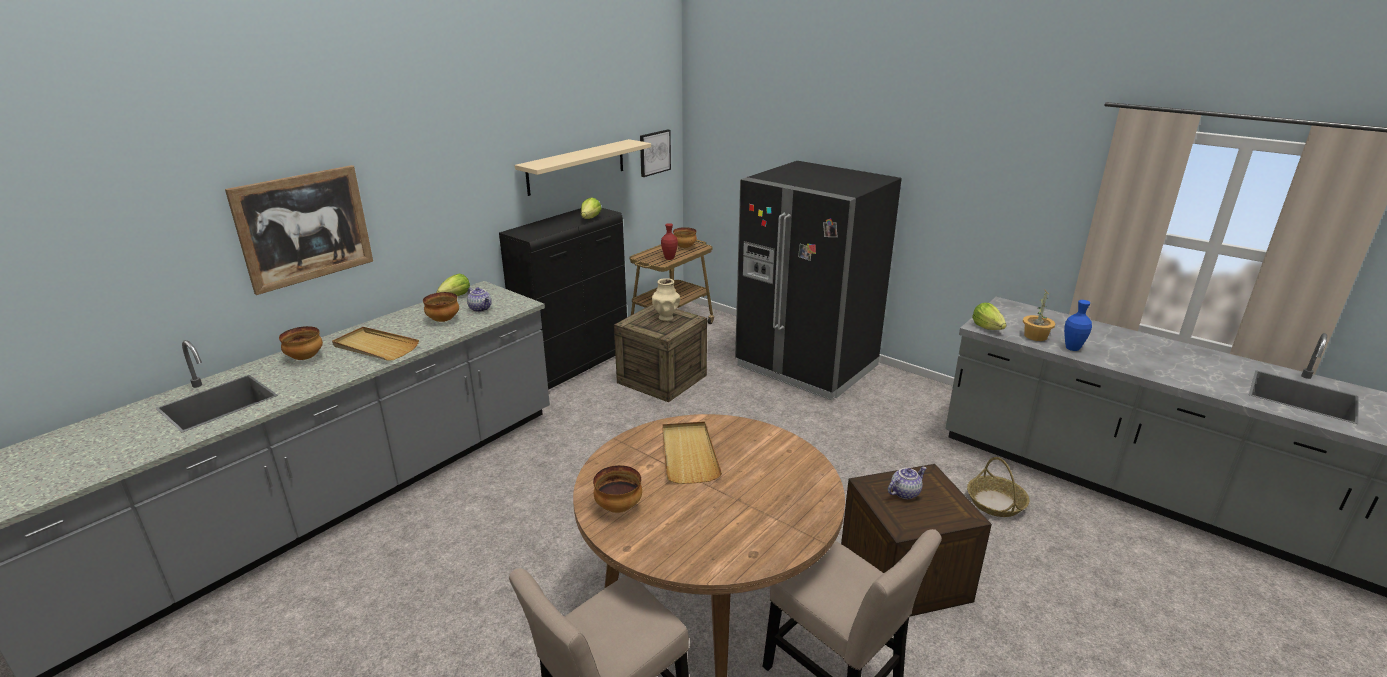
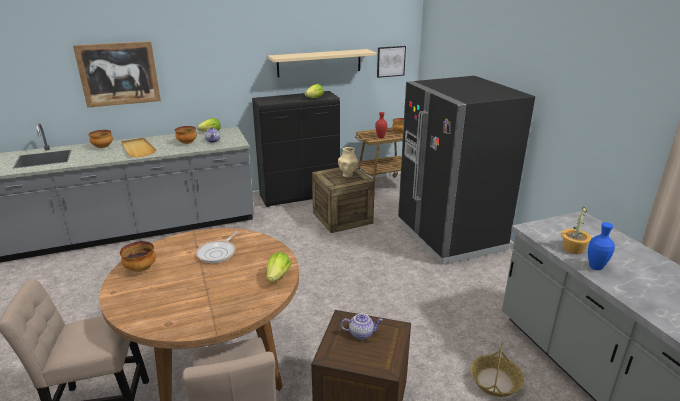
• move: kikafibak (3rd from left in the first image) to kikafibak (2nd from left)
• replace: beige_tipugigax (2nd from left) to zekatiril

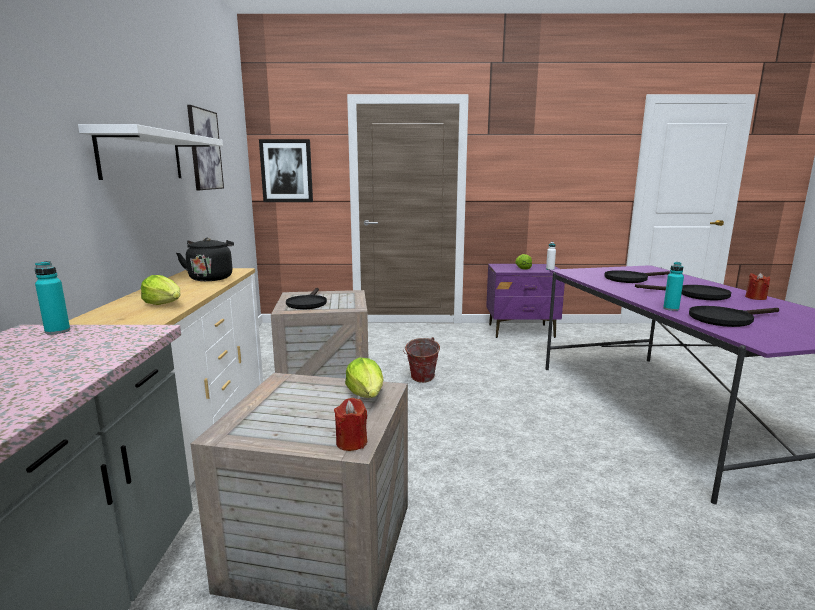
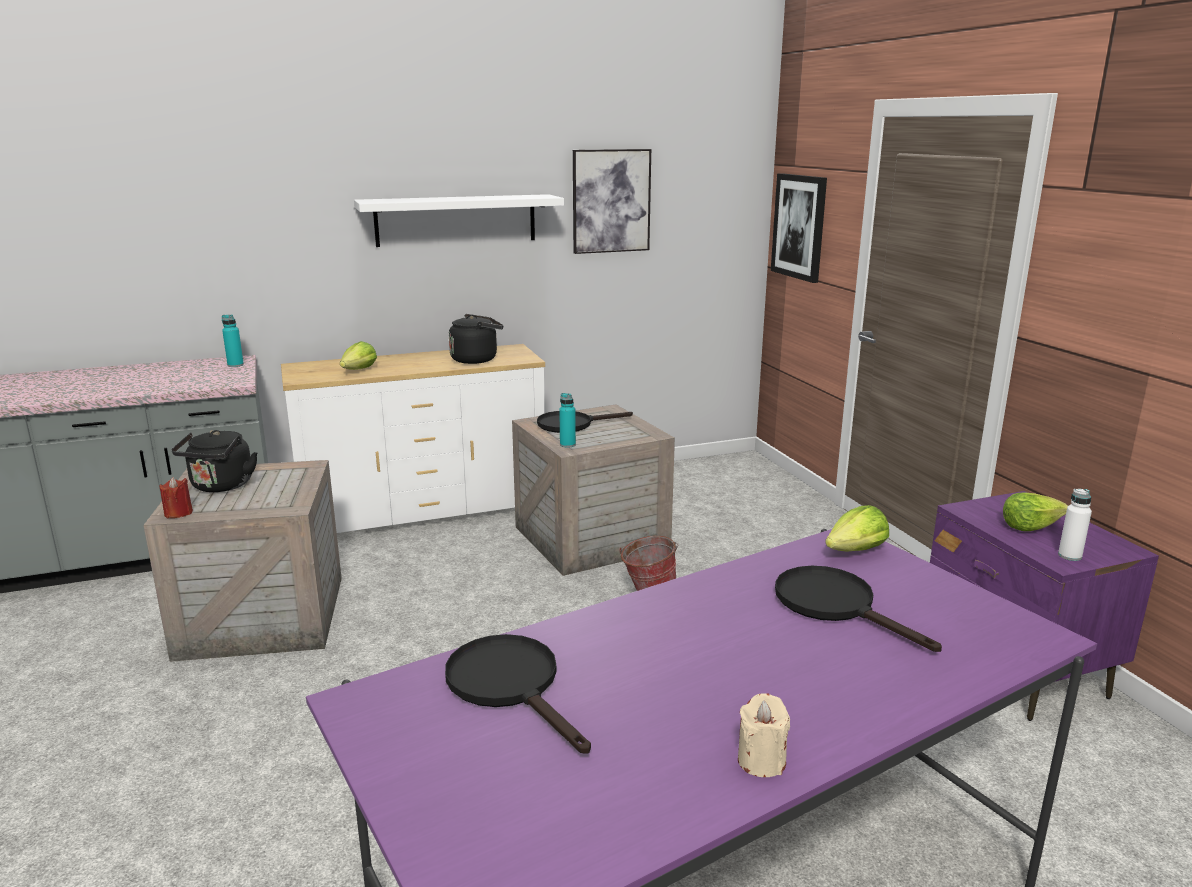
• move: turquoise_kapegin (2nd from left)
• recolor: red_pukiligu (2nd from left) to beige_pukiligu
• delete: black_zekatiril (3rd from left)
• move: kikafibak (2nd from left)
• insert: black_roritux (1st from left)

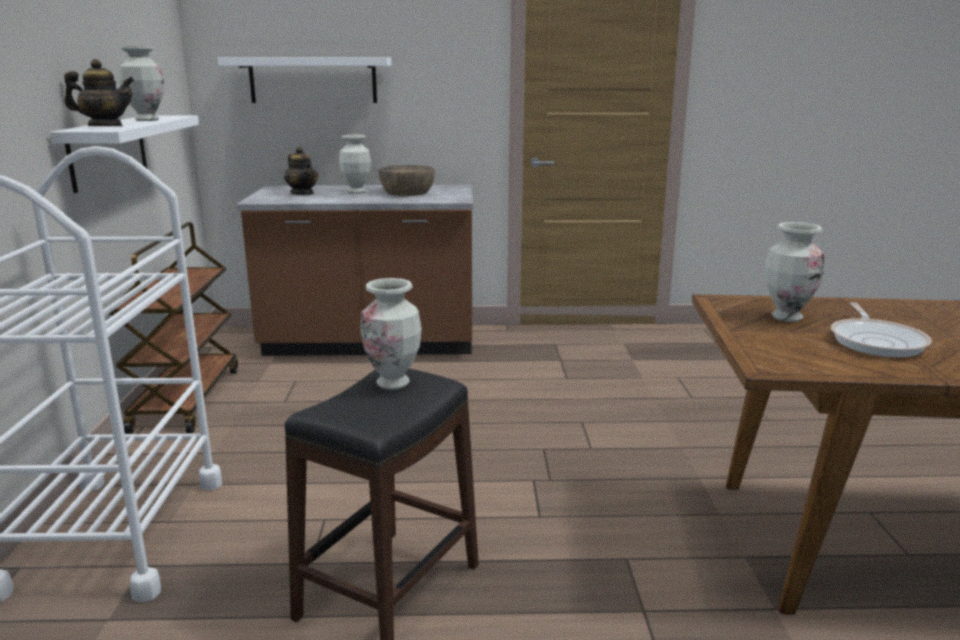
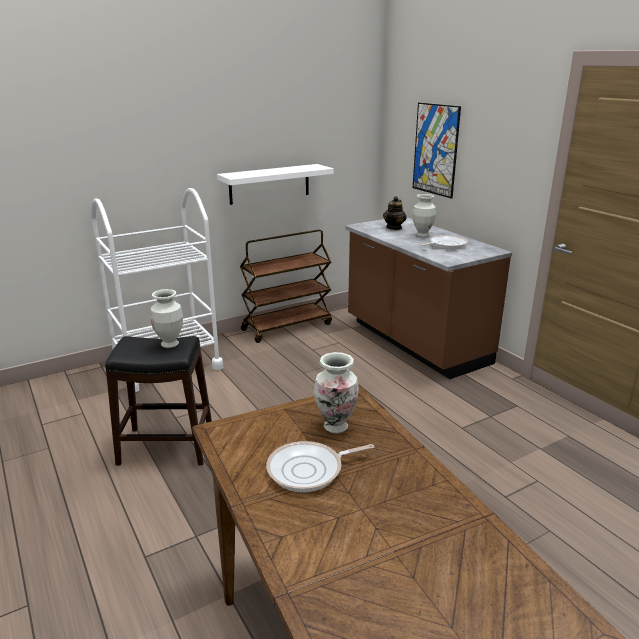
• delete: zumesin (1st from left)
• replace: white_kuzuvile (2nd from left) to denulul
• delete: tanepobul (1st from left)
• replace: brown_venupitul to zekatiril (2nd from left)

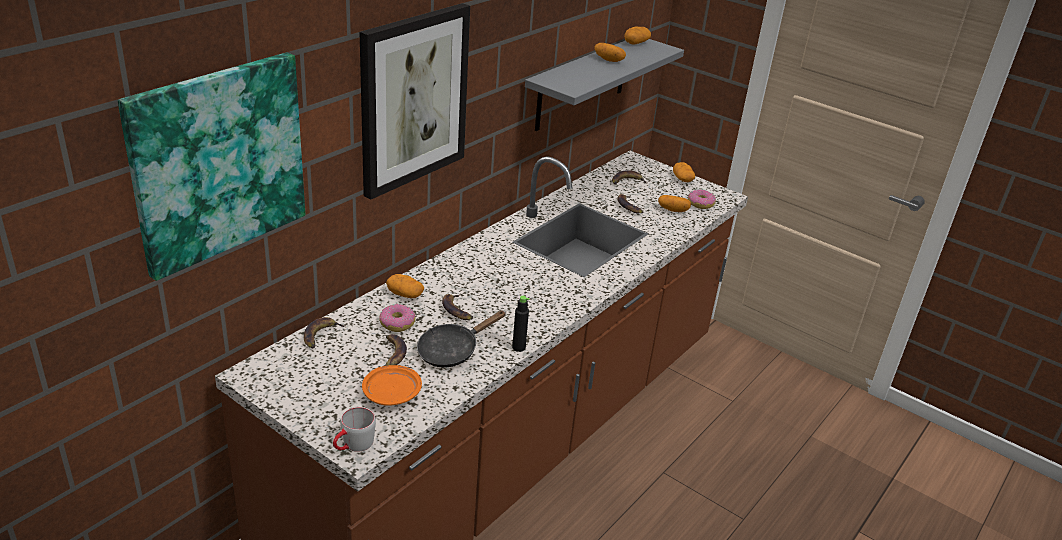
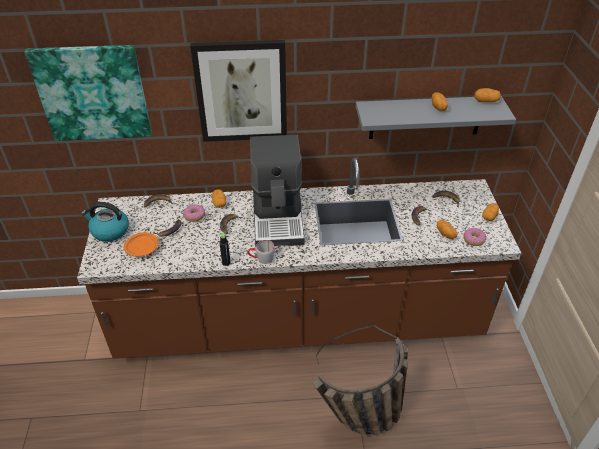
• delete: black_zekatiril
• move: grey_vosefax
• insert: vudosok
• insert: roritux
• insert: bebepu

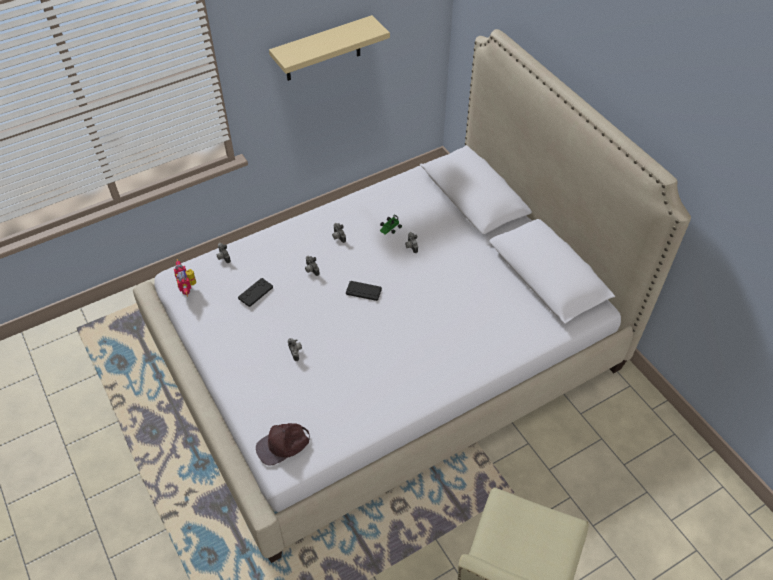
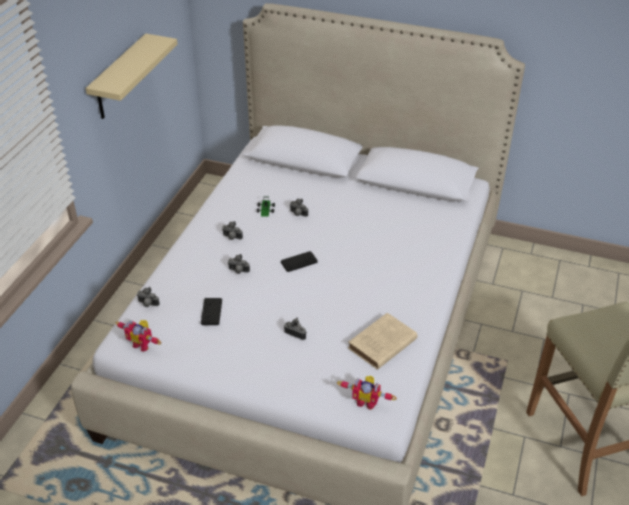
• replace: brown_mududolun to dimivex (2nd from left)
• insert: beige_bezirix

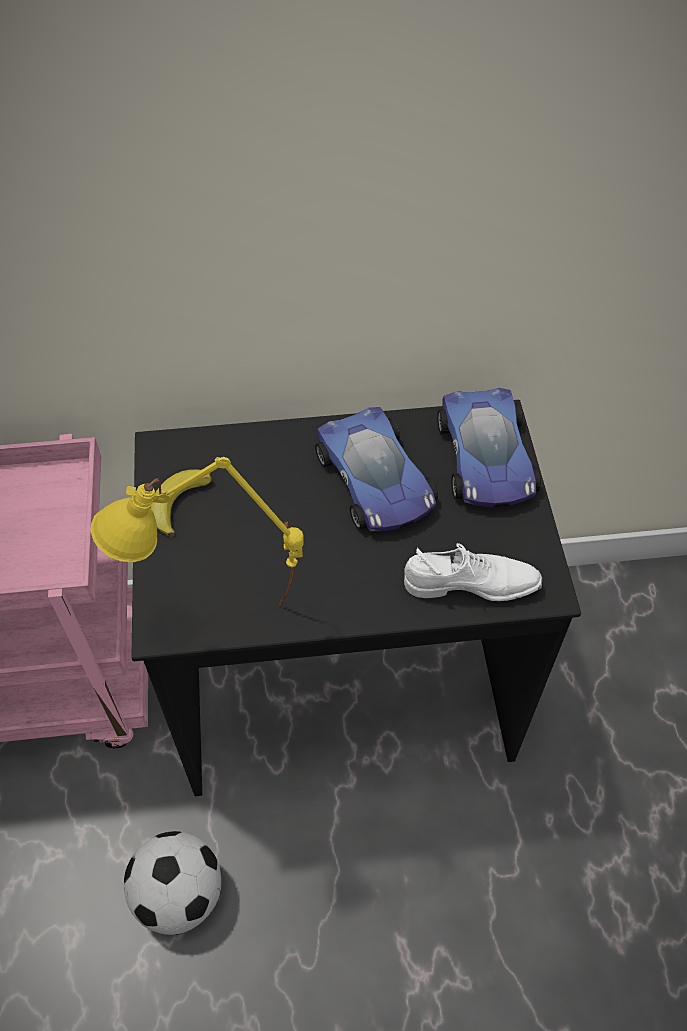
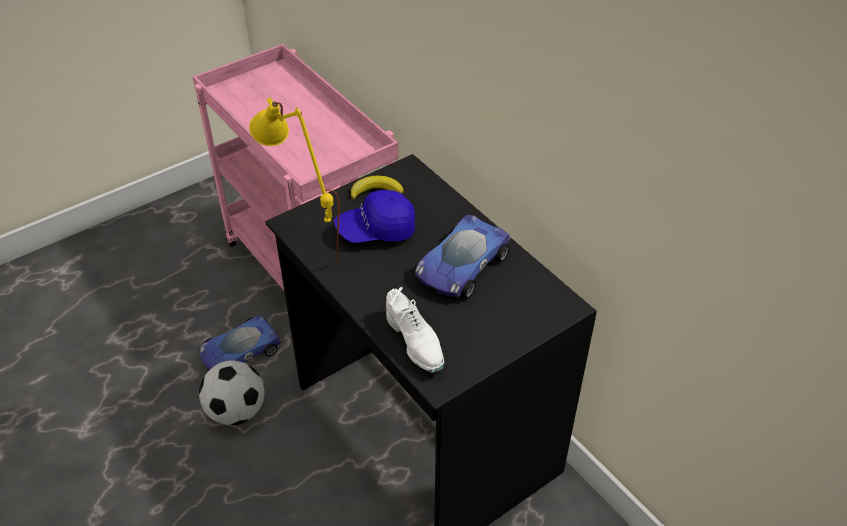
• move: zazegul (2nd from left in the first image) to zazegul (1st from left)
• insert: blue_mududolun

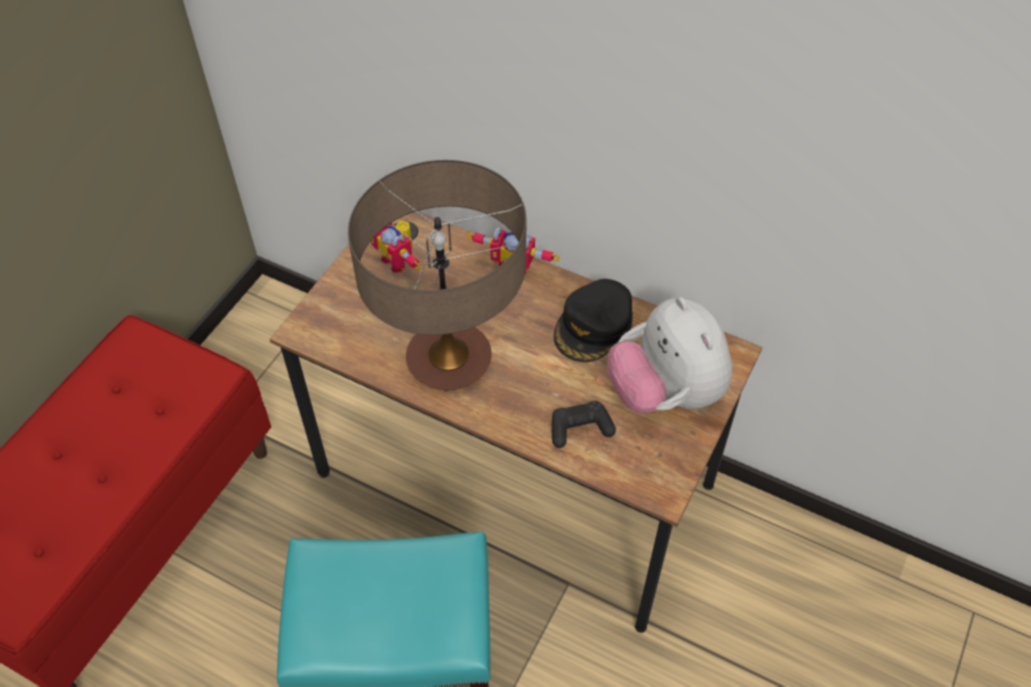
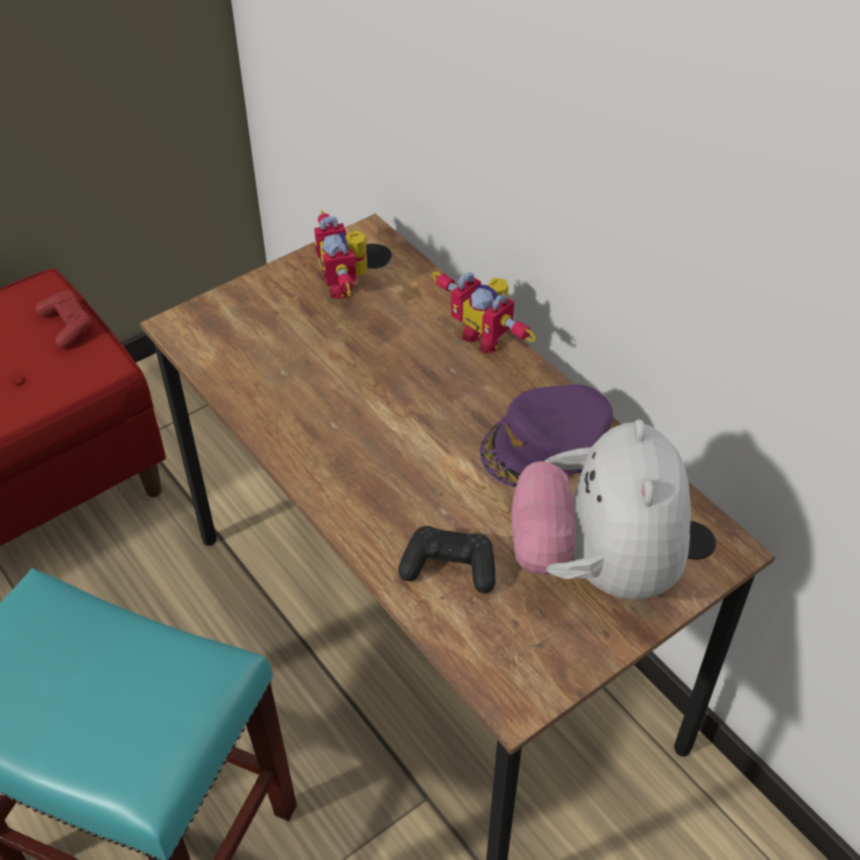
• delete: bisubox
• recolor: black_mududolun to purple_mududolun
• insert: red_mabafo

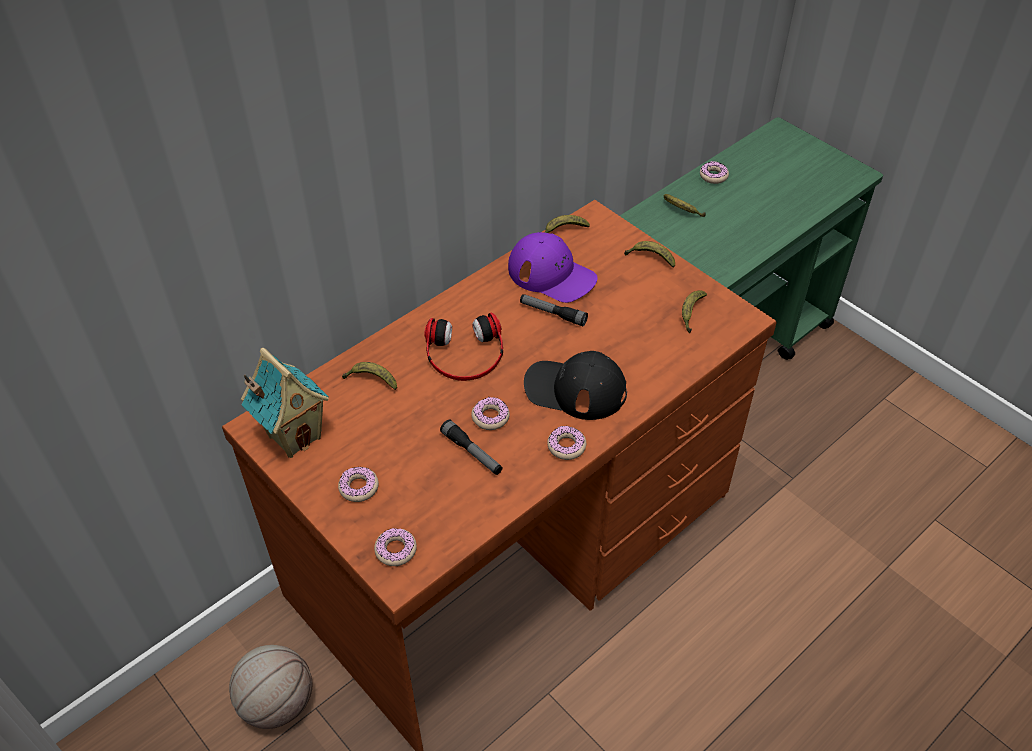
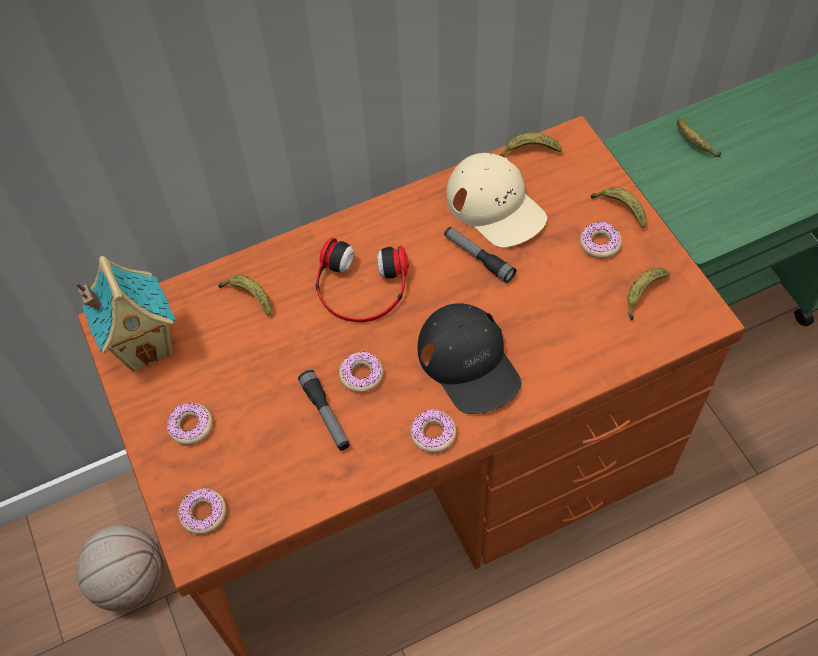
• move: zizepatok (5th from left)
• recolor: purple_mududolun to beige_mududolun
• rotate: black_mududolun 150 degrees counterclockwise

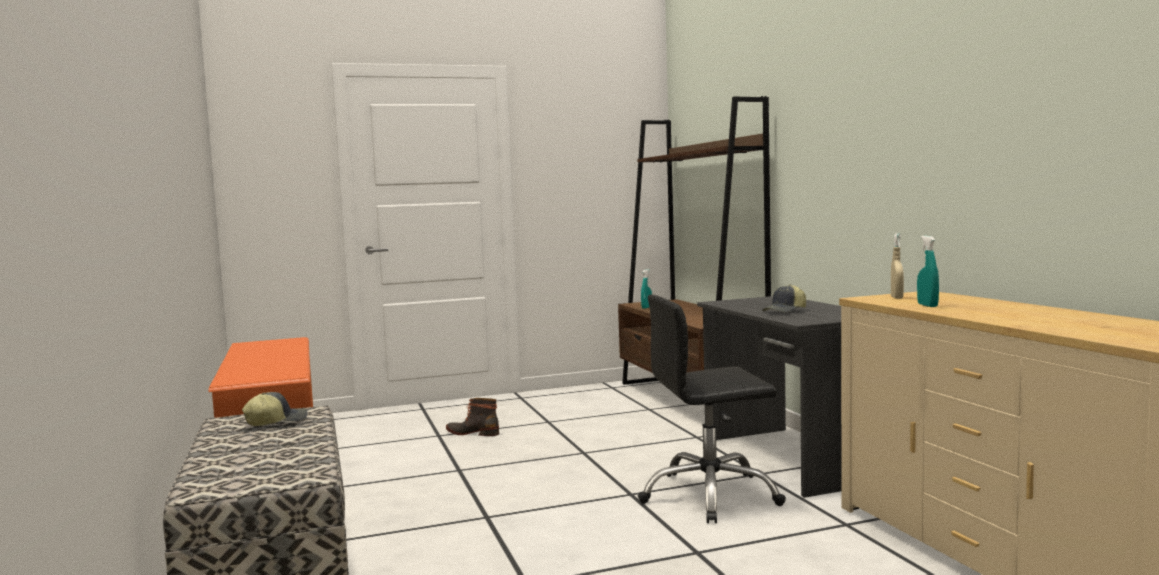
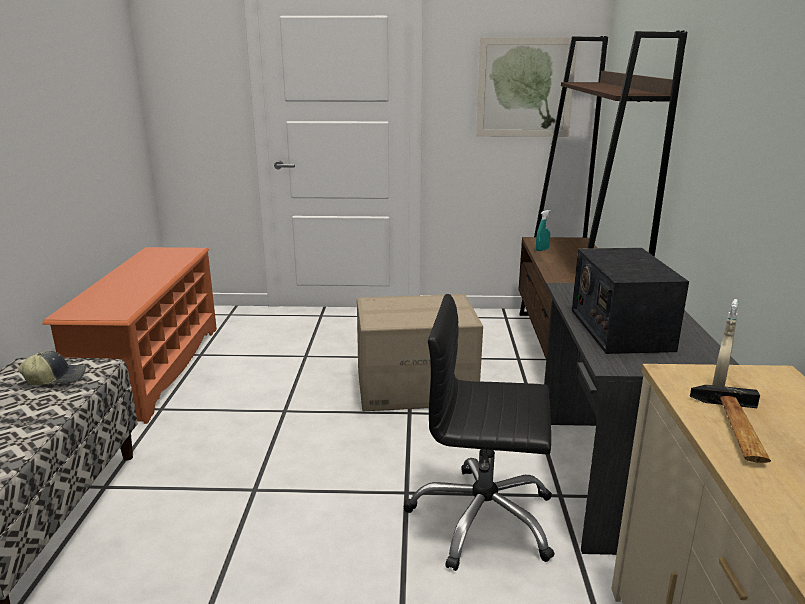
• replace: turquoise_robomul (2nd from left) to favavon
• replace: mududolun (2nd from left) to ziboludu
• delete: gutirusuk
• insert: denulul
• insert: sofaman

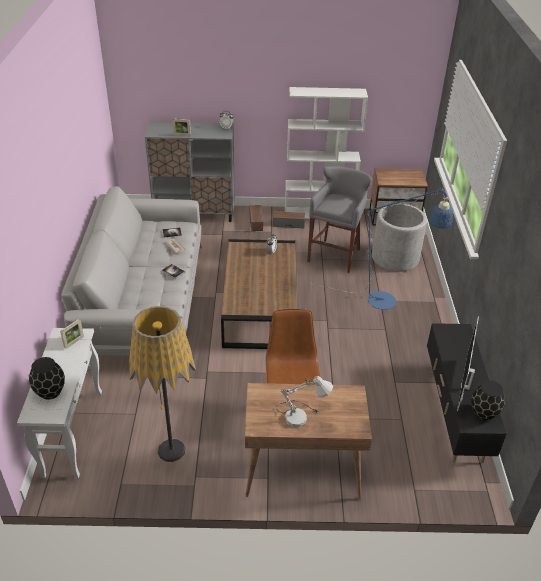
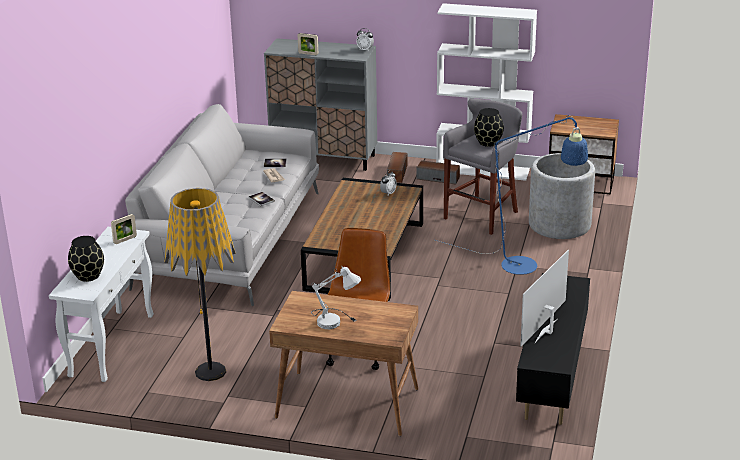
• move: black_zumesin (2nd from left)

